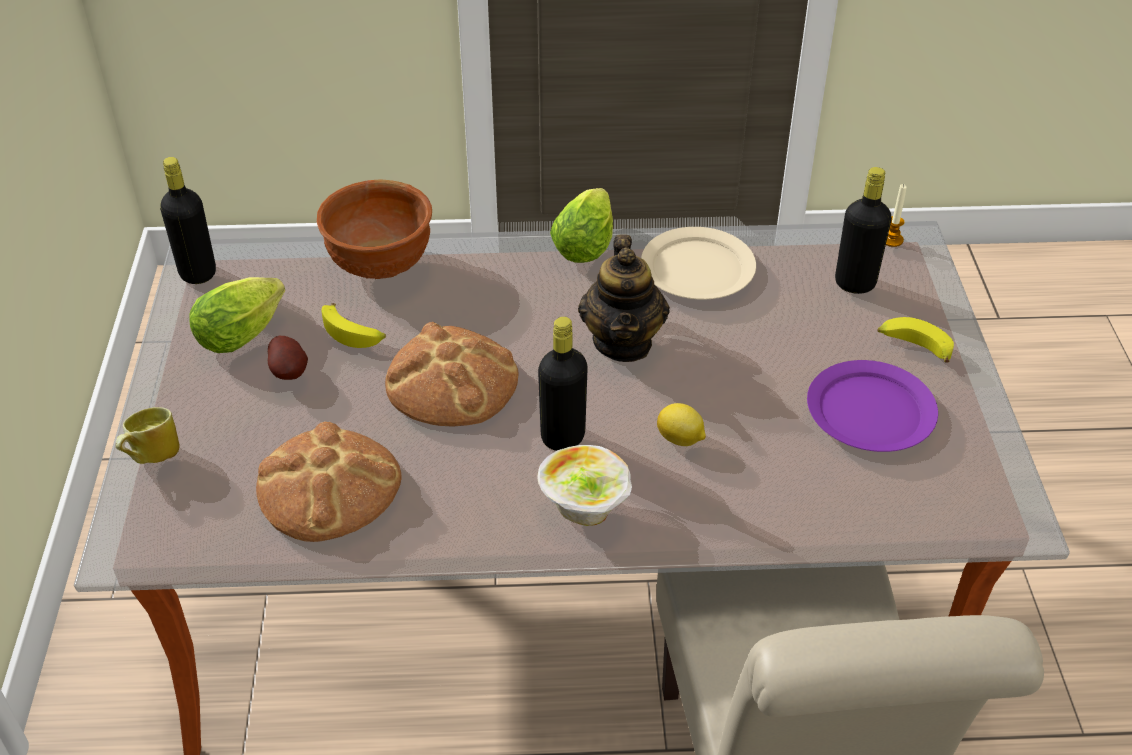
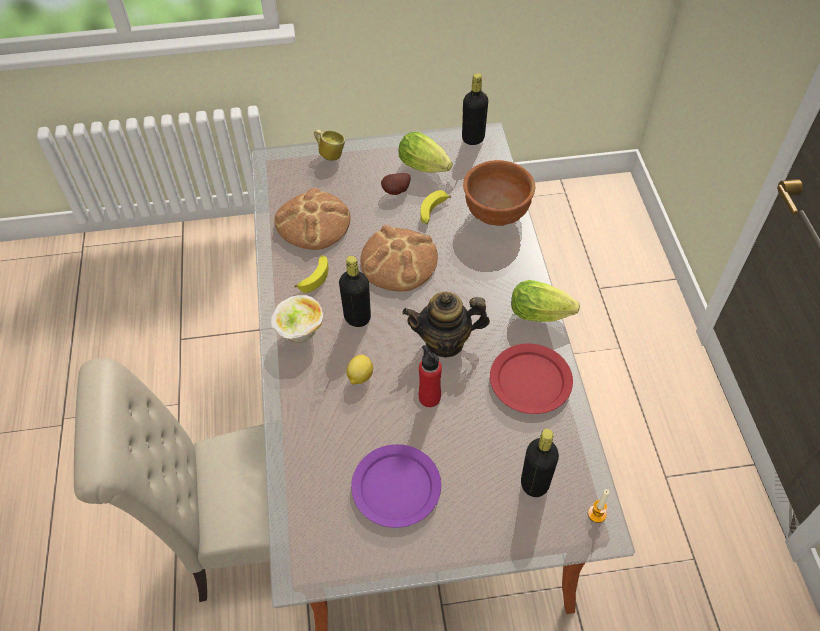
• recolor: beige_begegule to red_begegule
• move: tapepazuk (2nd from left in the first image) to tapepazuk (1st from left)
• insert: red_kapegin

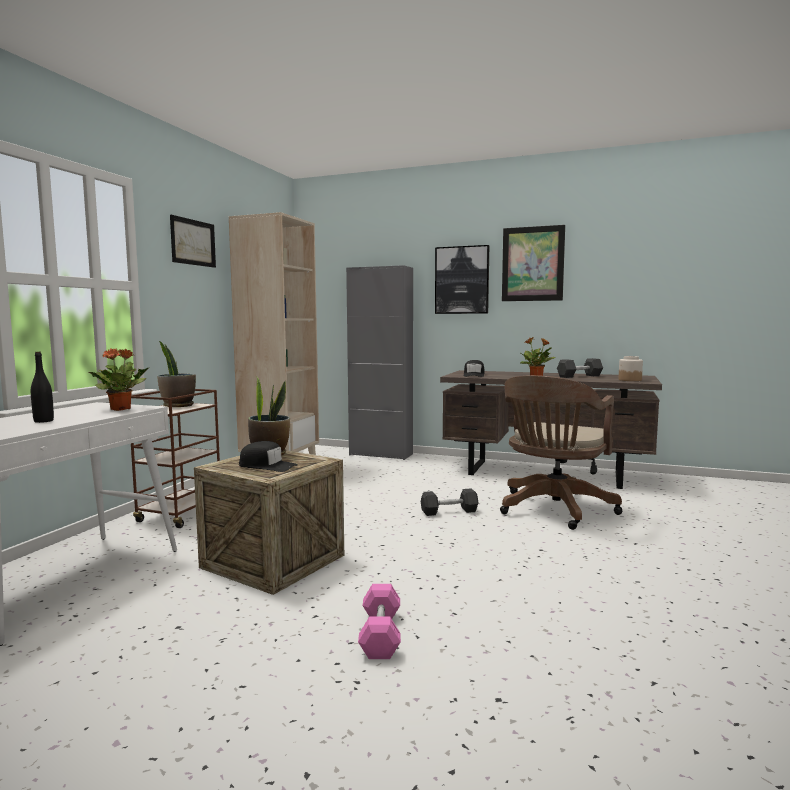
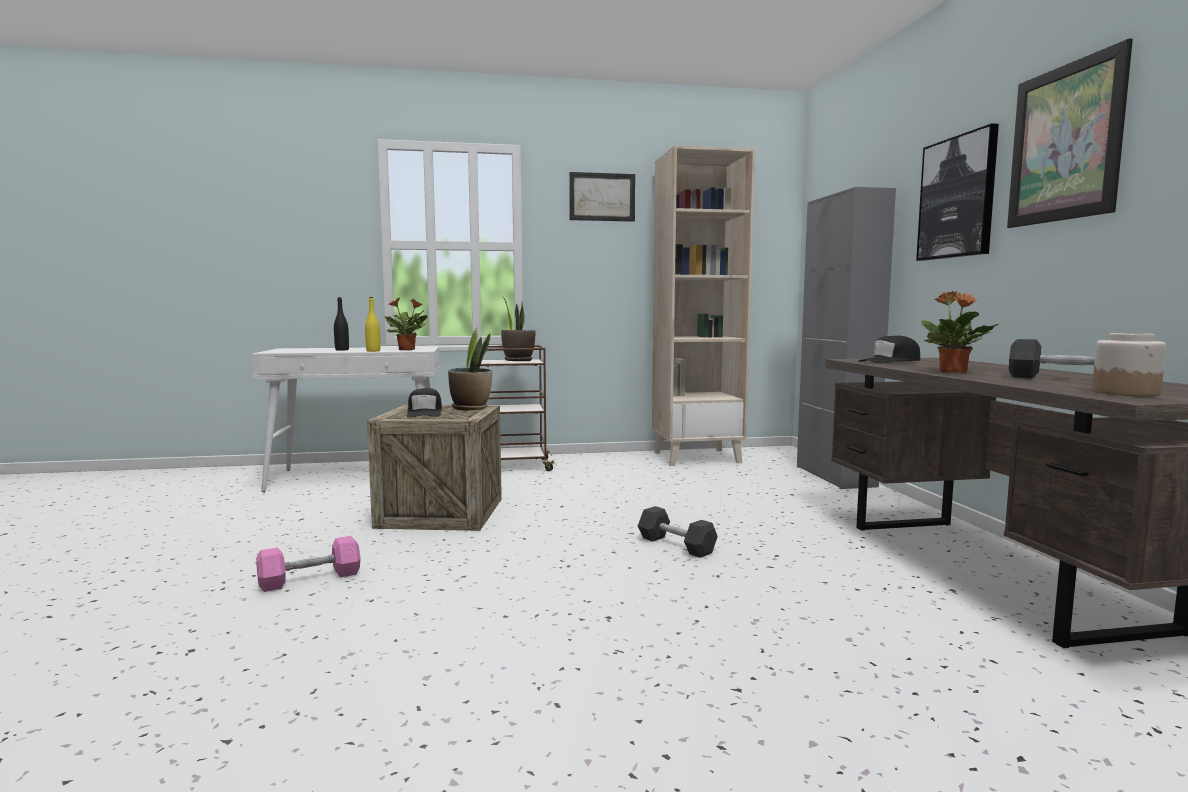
• delete: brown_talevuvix
• insert: yellow_kapegin

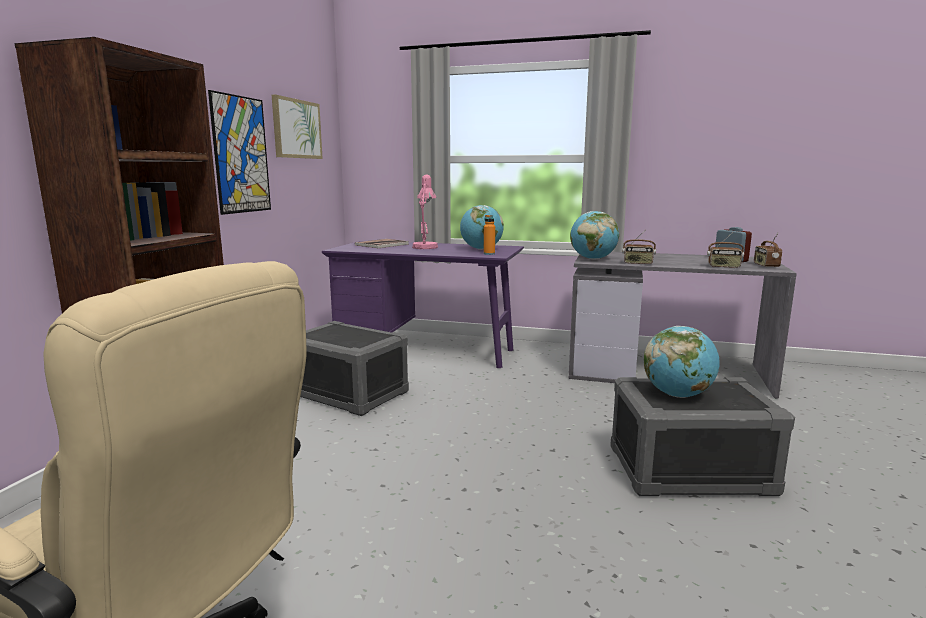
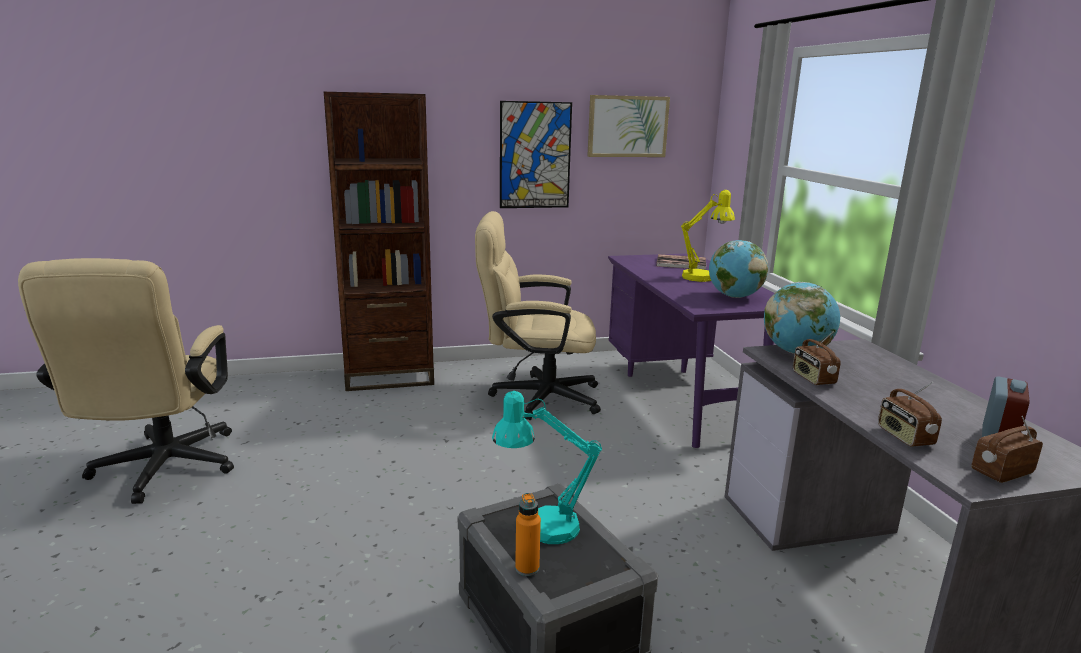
• recolor: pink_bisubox to yellow_bisubox
• move: orange_kapegin
• replace: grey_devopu (1st from left) to beige_talevuvix (2nd from left)
• replace: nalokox (3rd from left) to turquoise_bisubox

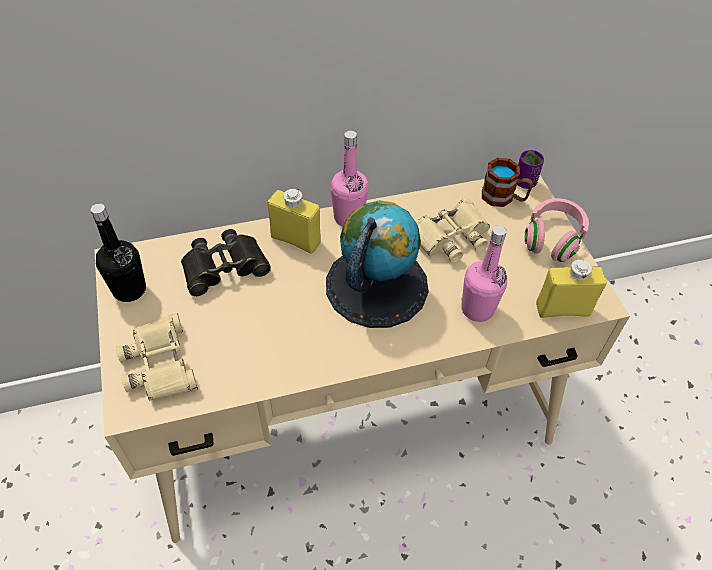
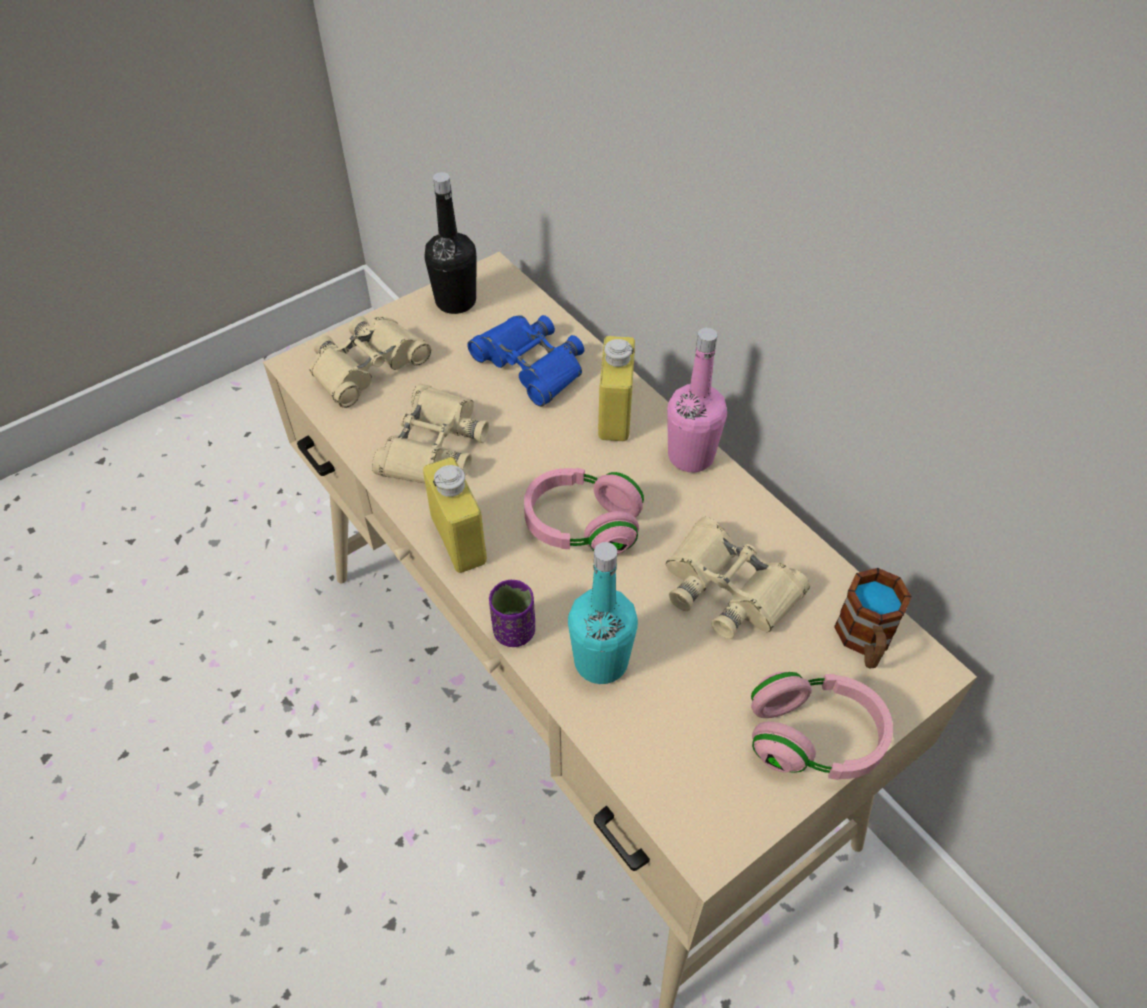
• move: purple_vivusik
• replace: nalokox to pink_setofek (1st from left)
• recolor: pink_kapegin (2nd from left) to turquoise_kapegin
• recolor: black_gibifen to blue_gibifen
• move: yellow_kapegin (2nd from left in the first image) to yellow_kapegin (1st from left)
• insert: beige_gibifen (2nd from left)

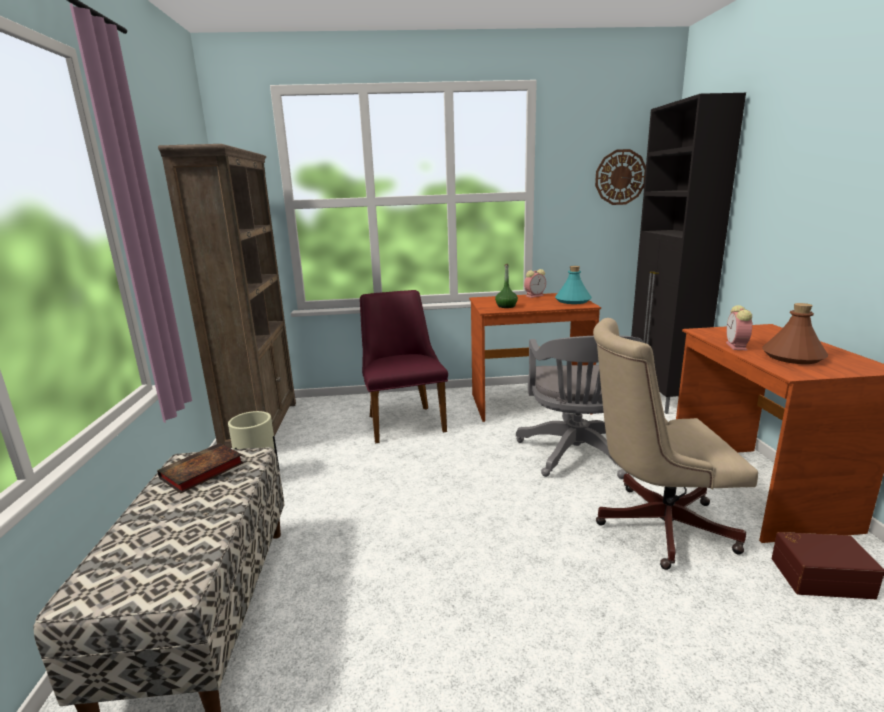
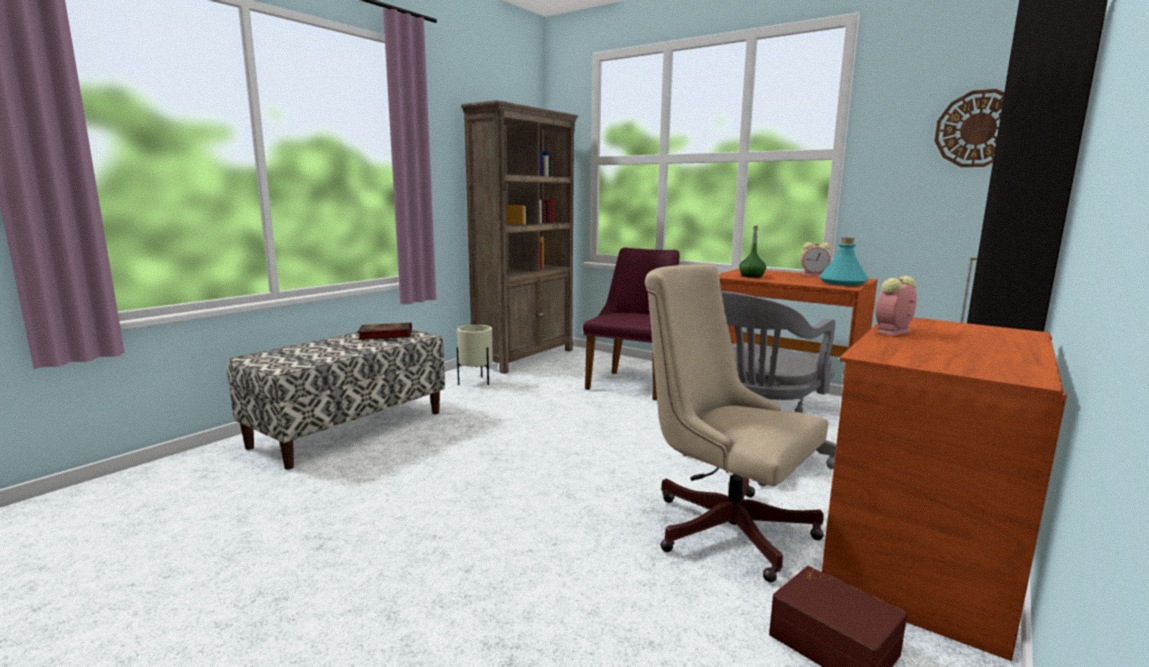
• delete: brown_kapegin

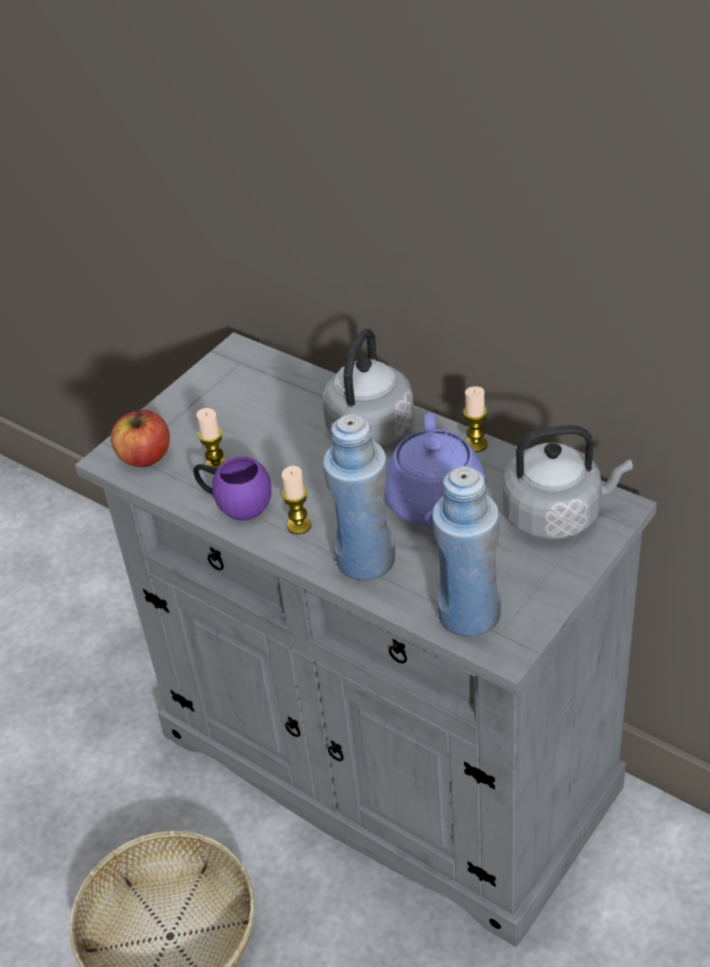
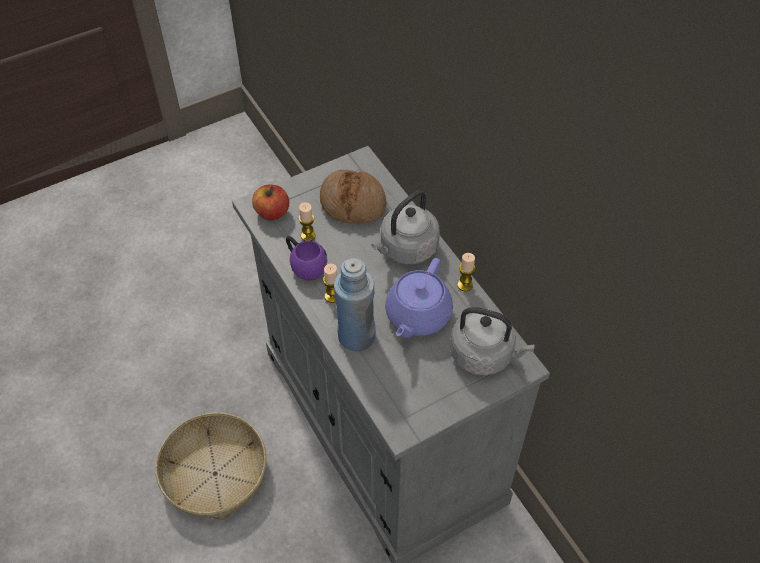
• delete: blue_kapegin (2nd from left)
• insert: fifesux

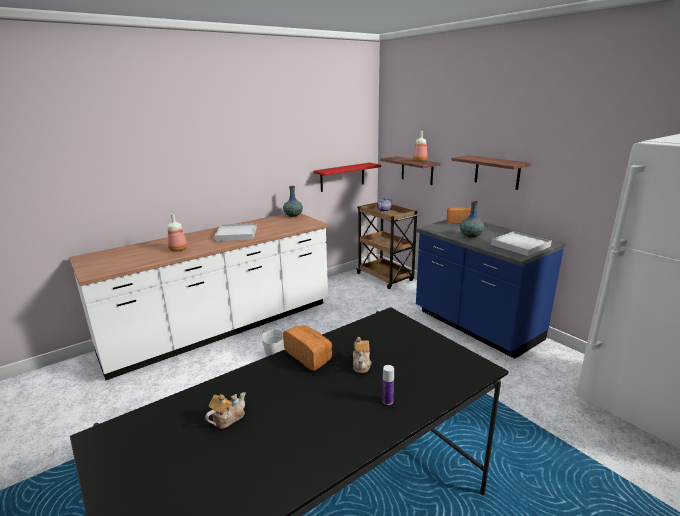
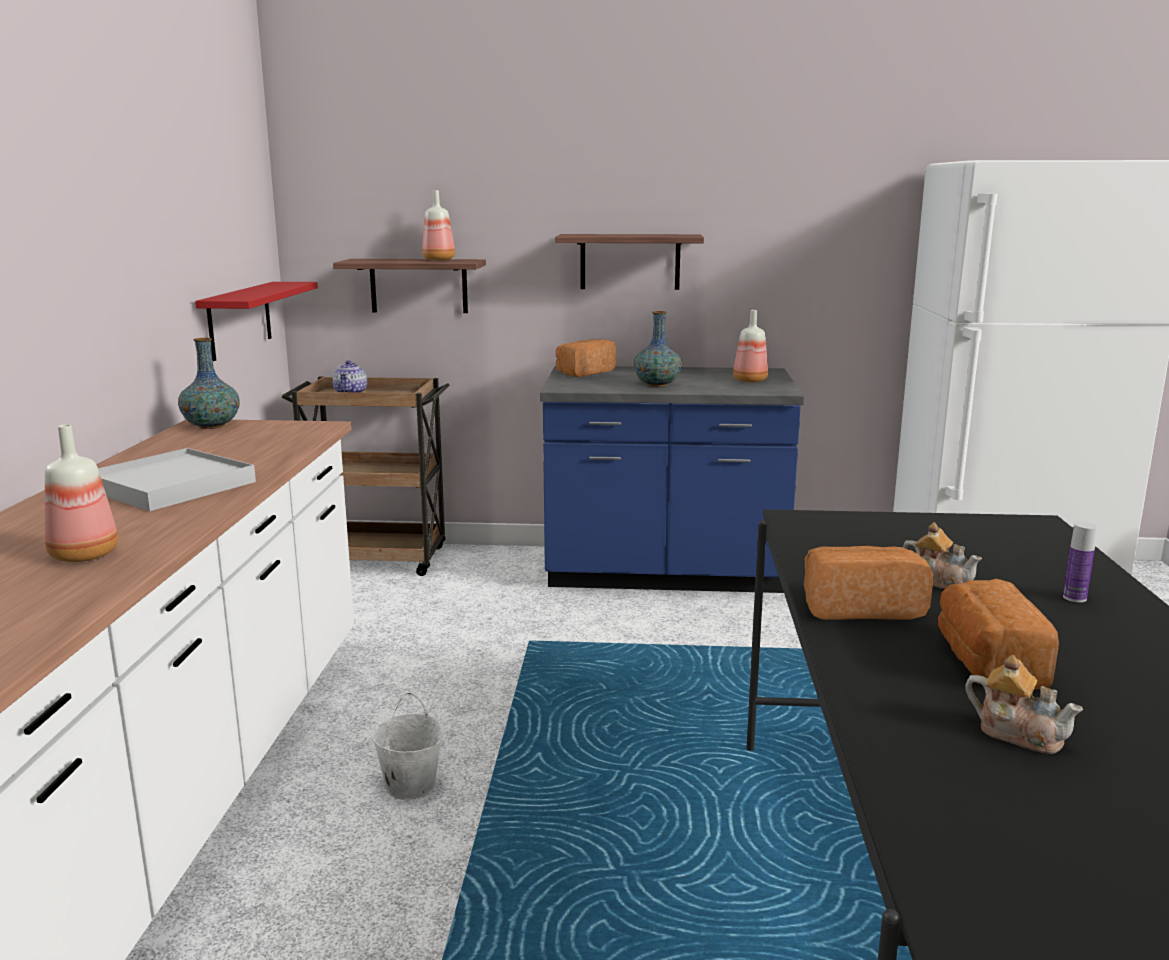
• replace: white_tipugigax (2nd from left) to kapegin (3rd from left)
• rotate: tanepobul (1st from left in the first image) 135 degrees clockwise
• insert: fifesux (3rd from left)

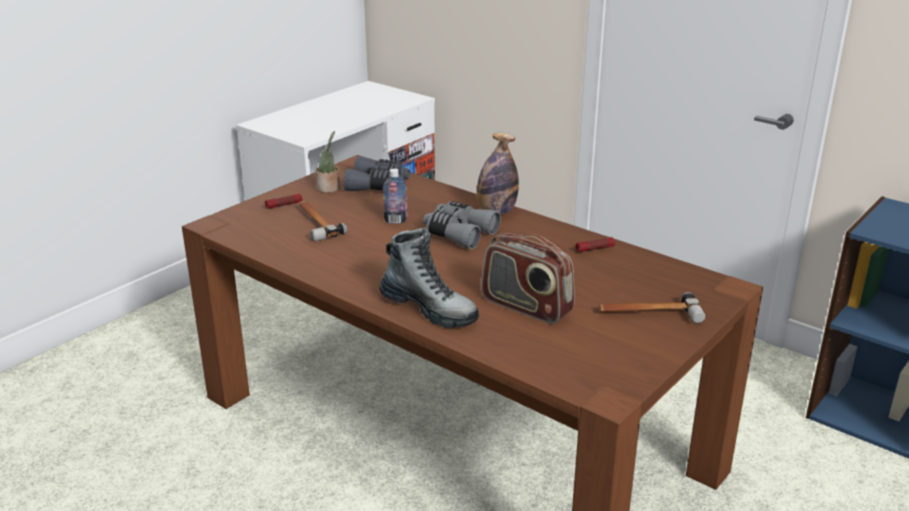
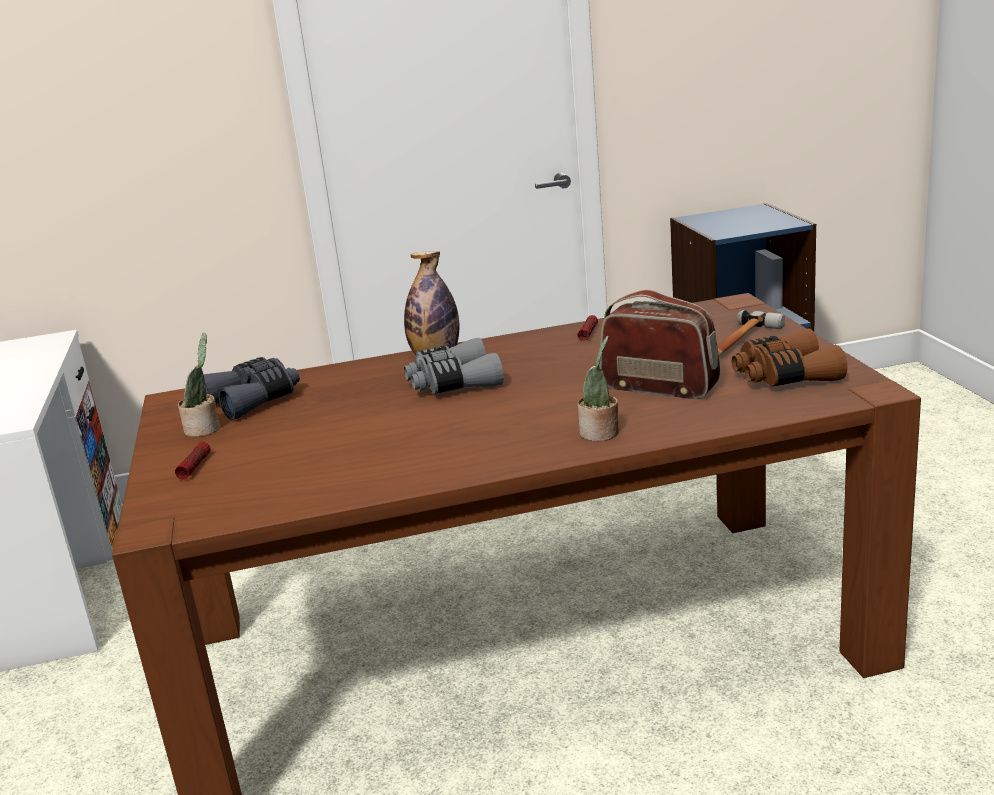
• delete: kapegin (1st from left)
• delete: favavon (1st from left)
• replace: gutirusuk to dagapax (2nd from left)
• rotate: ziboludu 135 degrees counterclockwise
• insert: brown_gibifen

